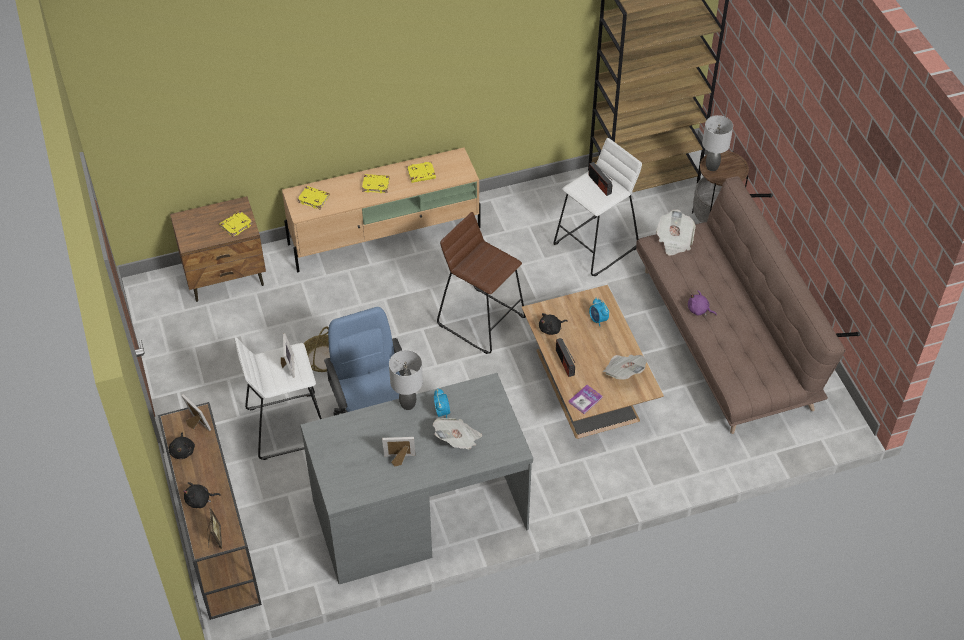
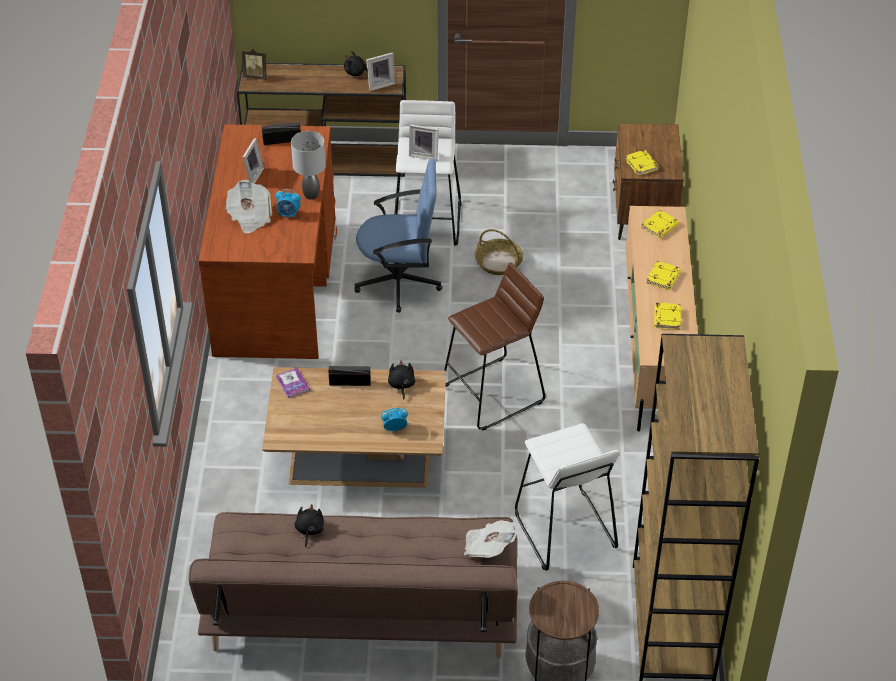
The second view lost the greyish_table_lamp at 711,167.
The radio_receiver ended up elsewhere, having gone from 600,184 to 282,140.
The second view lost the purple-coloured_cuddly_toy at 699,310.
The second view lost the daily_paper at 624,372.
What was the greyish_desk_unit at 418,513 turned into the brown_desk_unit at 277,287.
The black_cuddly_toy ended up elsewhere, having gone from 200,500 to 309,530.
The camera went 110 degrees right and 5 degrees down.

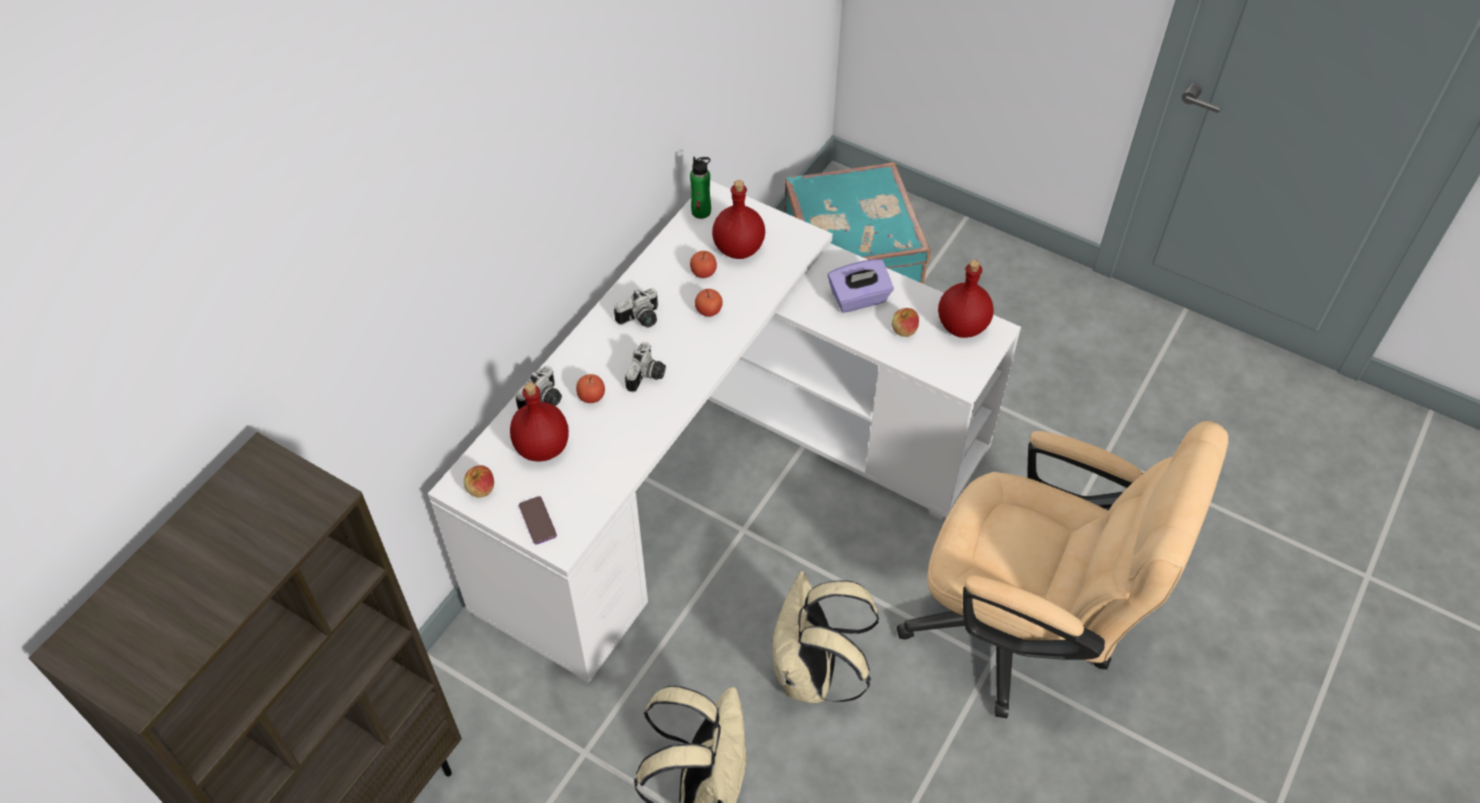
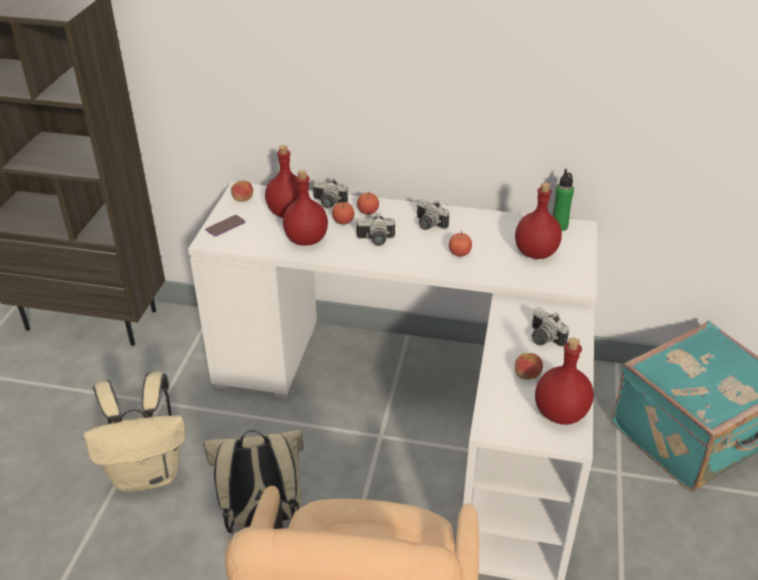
The apple_fruit ended up elsewhere, having gone from 703,272 to 368,212.
Where the purple-coloured_box_of_tissues stood at 859,298, the still_camera came to stand at 543,339.
The second view gained the reddish_beverage_bottle at 306,239.
The camera went 70 degrees right and 15 degrees down.

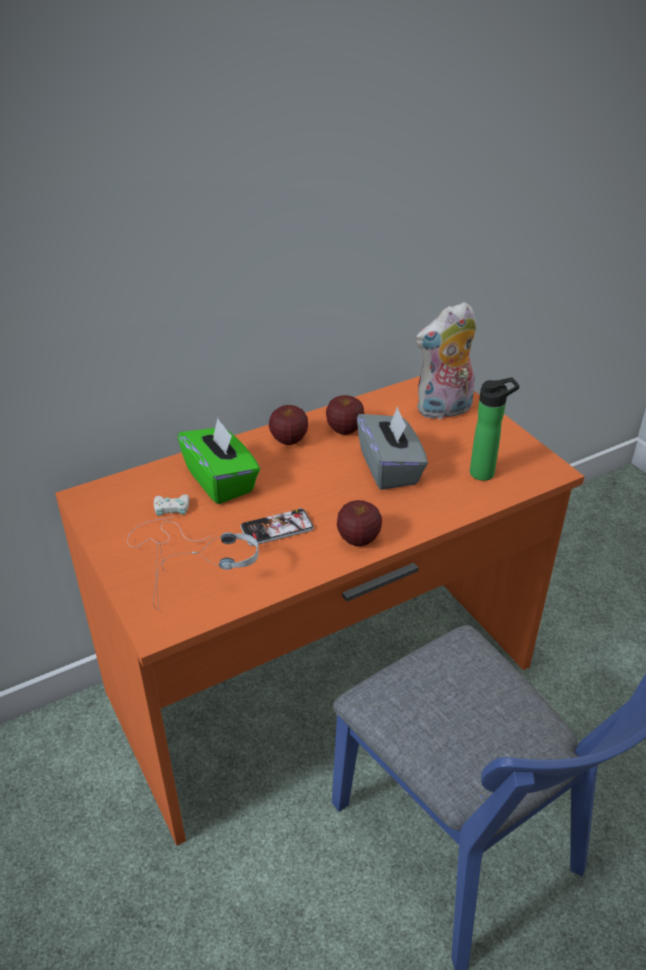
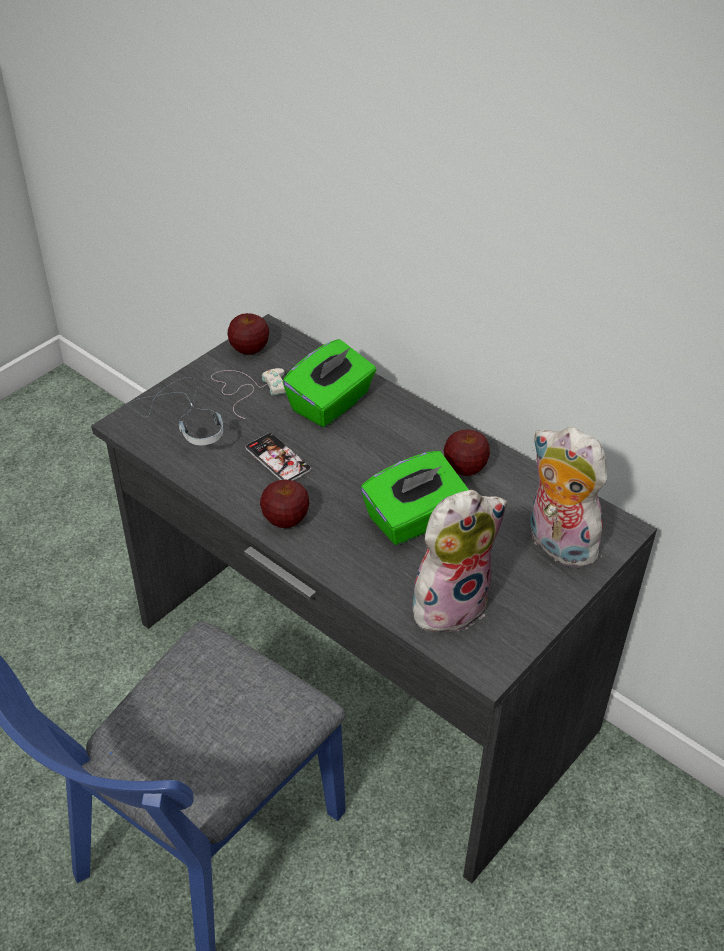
What was the orange-coloured_desk_unit at 322,682 turned into the greyish_desk_unit at 359,678.
Where the beverage_bottle stood at 485,472, the cuddly_toy came to stand at 449,603.
The apple_fruit ended up elsewhere, having gone from 289,440 to 249,349.
What was the greyish_box_of_tissues at 390,468 turned into the green-coloured_box_of_tissues at 414,519.
The camera went 70 degrees right and 5 degrees up.

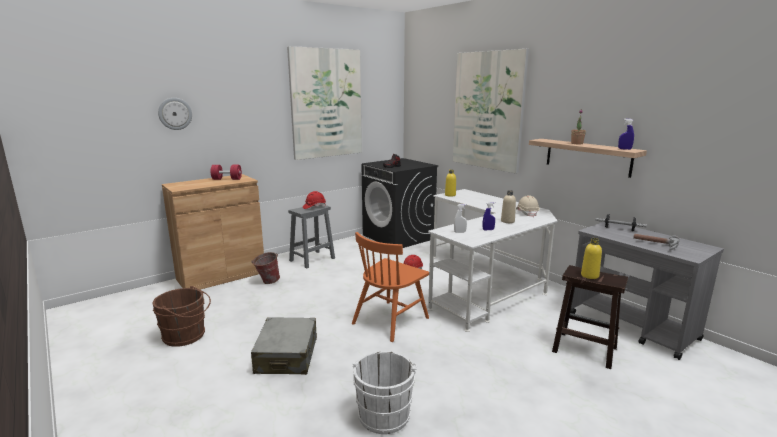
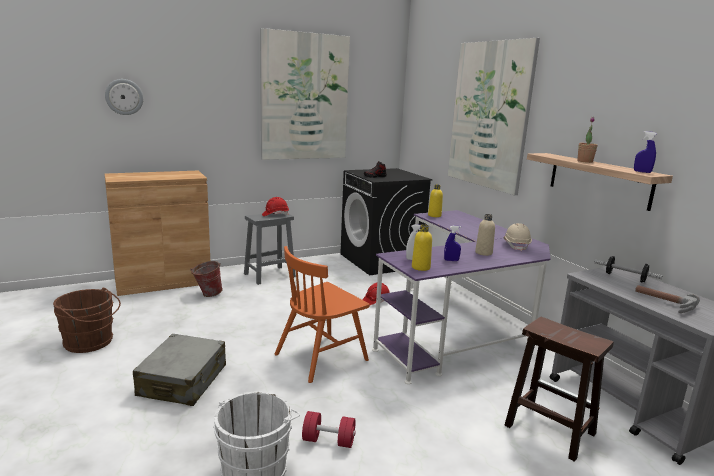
The reddish_hand_weight ended up elsewhere, having gone from 227,179 to 328,440.
What was the white-coloured_desk_unit at 485,283 turned into the purple-coloured_desk_unit at 459,327.
The yellow_beverage_bottle ended up elsewhere, having gone from 589,275 to 420,267.
The camera went 10 degrees right and 0 degrees up.

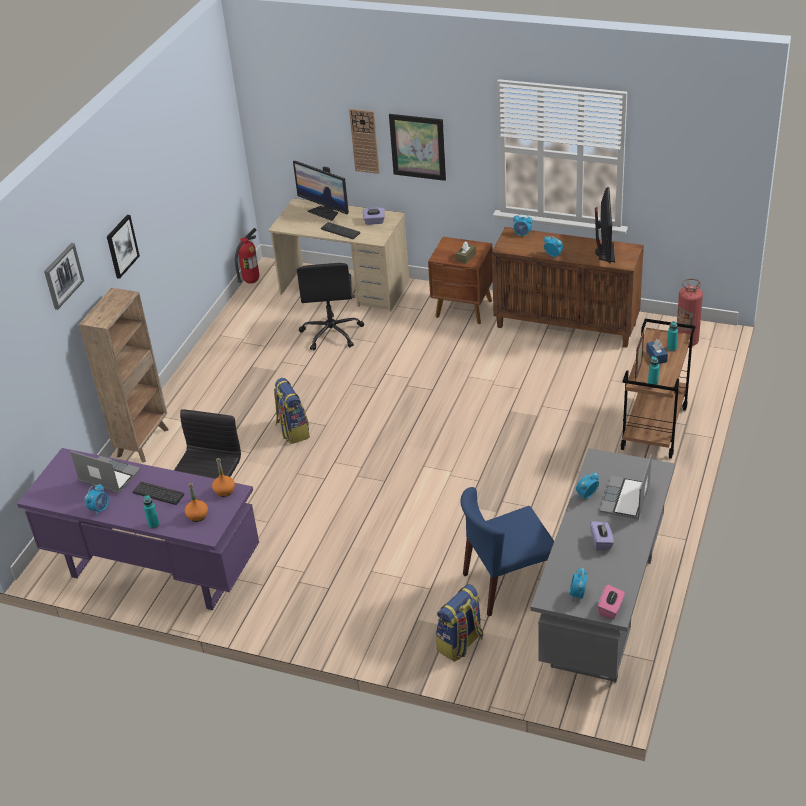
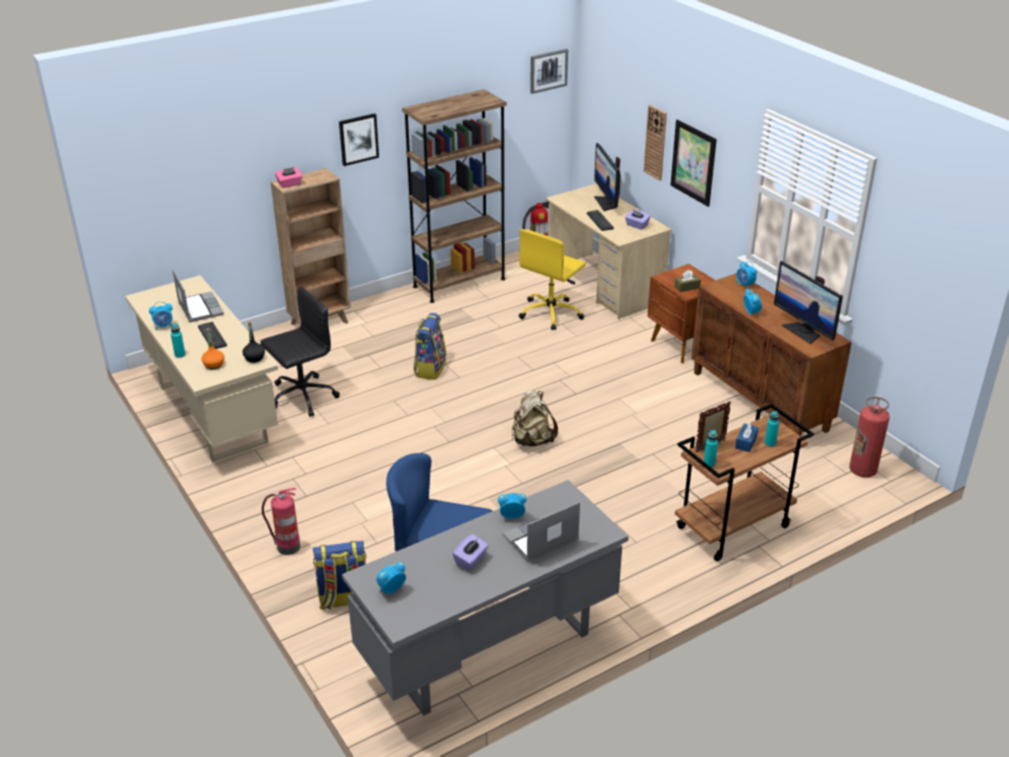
The computer_screen at 605,252 ended up facing another way, 105 degrees clockwise from before.
The wall_art ended up elsewhere, having gone from 63,275 to 548,70.
What was the black_office_chair at 332,333 turned into the yellow_office_chair at 551,313.
What was the purple-coloured_desk_unit at 154,572 turned into the beige-coloured_desk_unit at 211,414.
What was the orange-coloured_beverage_bottle at 224,491 turned into the black_beverage_bottle at 254,358.
The pink-coloured_box_of_tissues ended up elsewhere, having gone from 611,608 to 290,184.
The second view gained the brown_bookshelf at 459,283.
The second view gained the beige-coloured_knapsack at 532,440.
The second view gained the fire-fighting_cylinder at 287,547.
The camera went 35 degrees right and 5 degrees down.

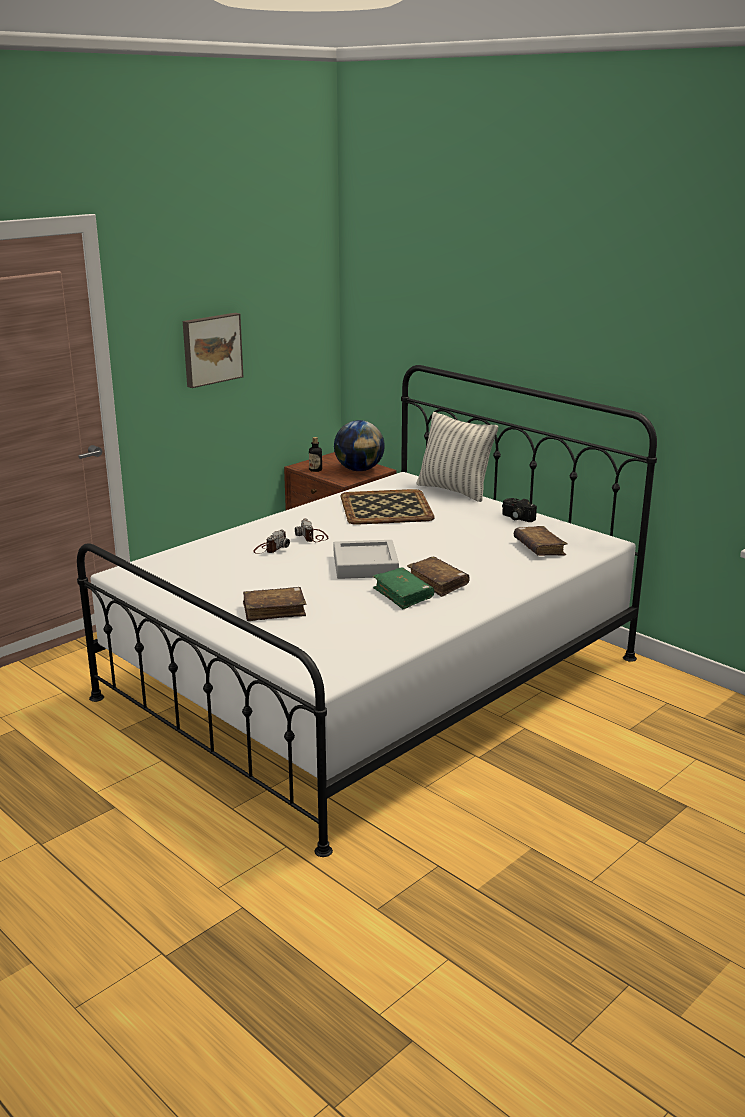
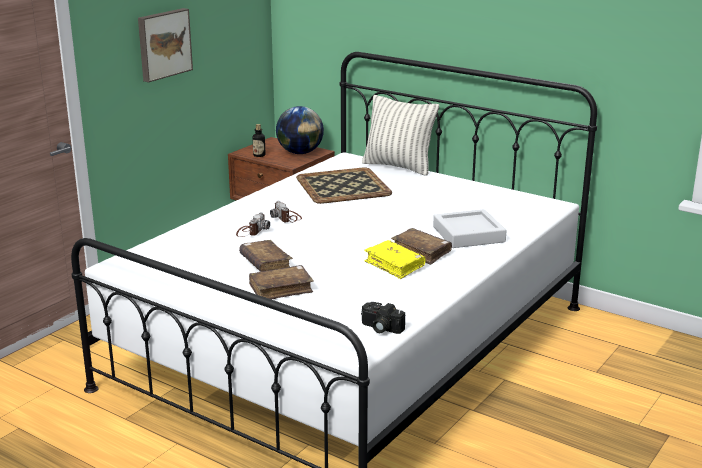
The still_camera ended up elsewhere, having gone from 516,518 to 380,328.
The brown_bound_book ended up elsewhere, having gone from 539,548 to 265,264.
The greyish_serving_tray ended up elsewhere, having gone from 365,565 to 468,234.
What was the green-coloured_bound_book at 403,595 turned into the yellow_bound_book at 394,265.
The camera went 10 degrees left and 0 degrees up.

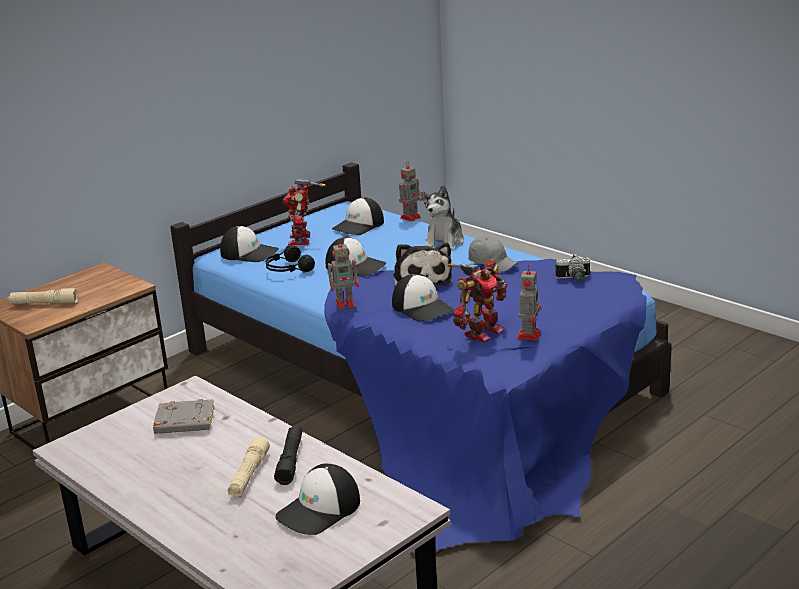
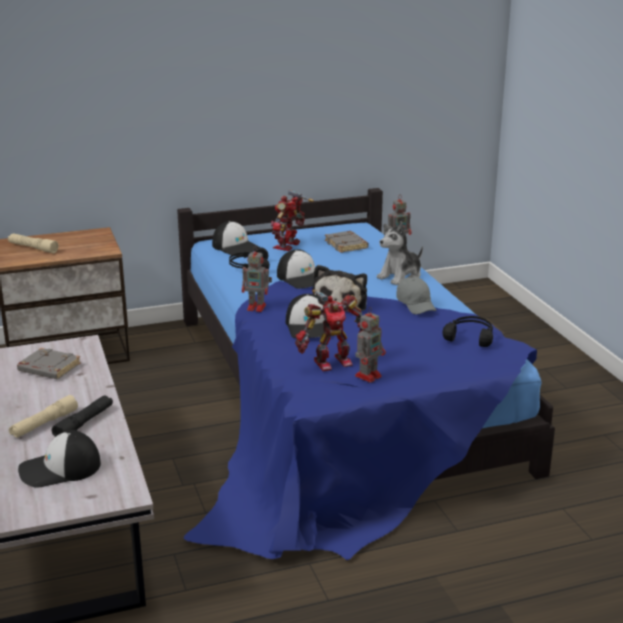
Where the baseball_cap stood at 359,226, the greyish_bound_book came to stand at 347,245.
Where the still_camera stood at 574,278, the black_headphones came to stand at 470,337.
The camera went 25 degrees right and 0 degrees up.

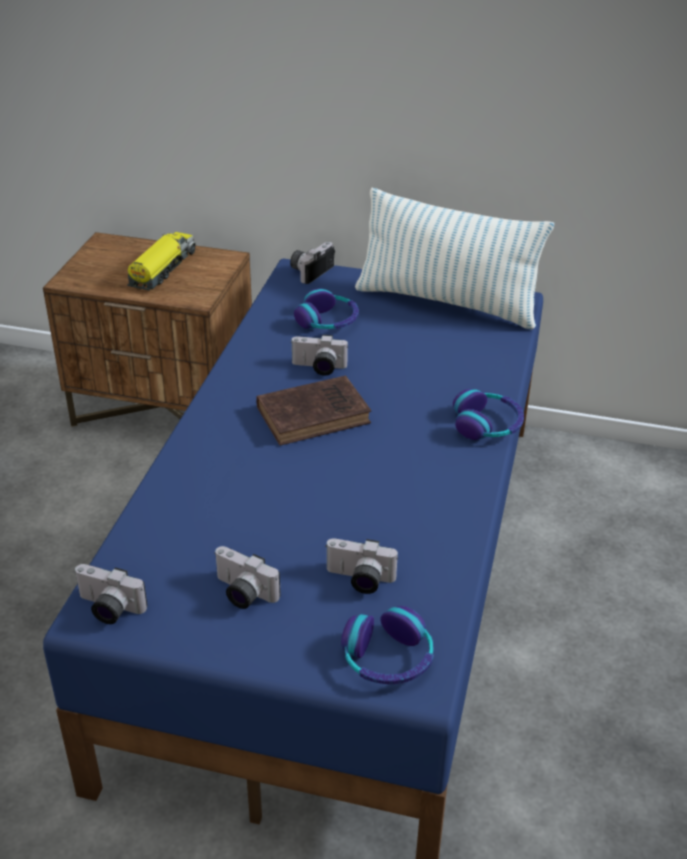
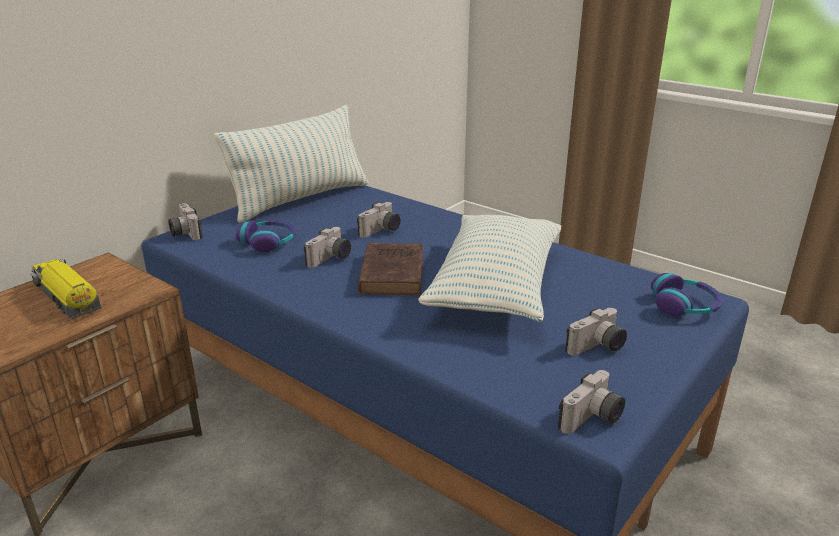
The second view lost the headphones at 487,424.
The still_camera ended up elsewhere, having gone from 359,580 to 381,231.
The second view gained the pillow at 495,287.
The camera went 65 degrees left and 10 degrees down.

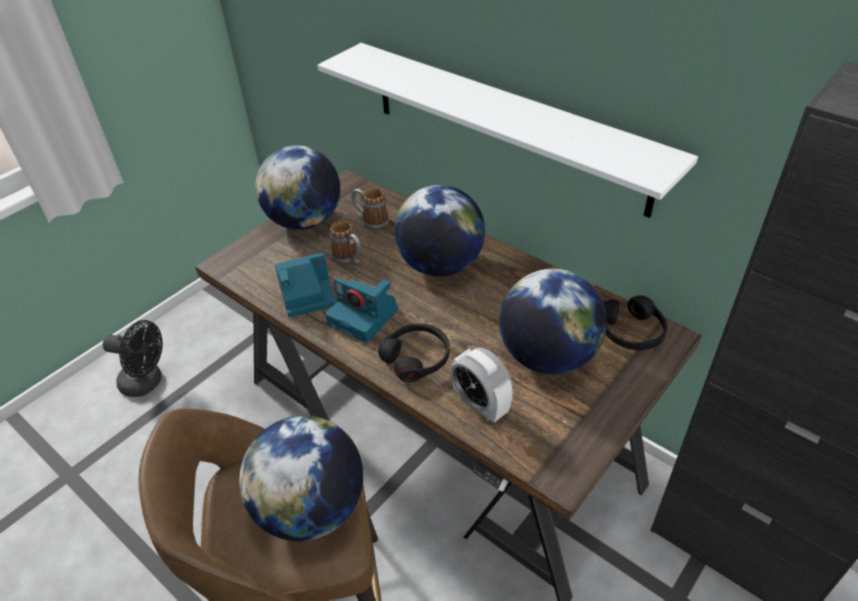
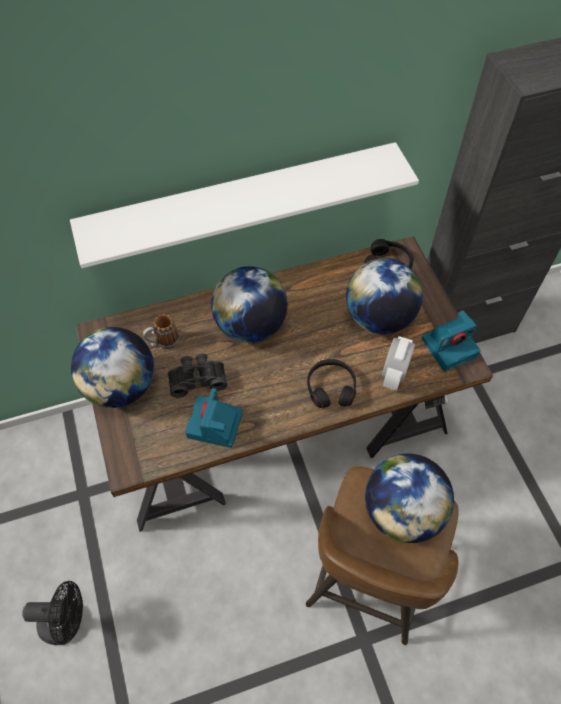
Where the coffee_mug stood at 349,260, the black_field_glasses came to stand at 197,378.
The still_camera ended up elsewhere, having gone from 365,317 to 449,346.
The black_fan at 147,382 ended up facing another way, 45 degrees clockwise from before.
The table_clock at 480,405 ended up facing another way, 60 degrees counterclockwise from before.
The camera went 60 degrees left and 15 degrees up.

